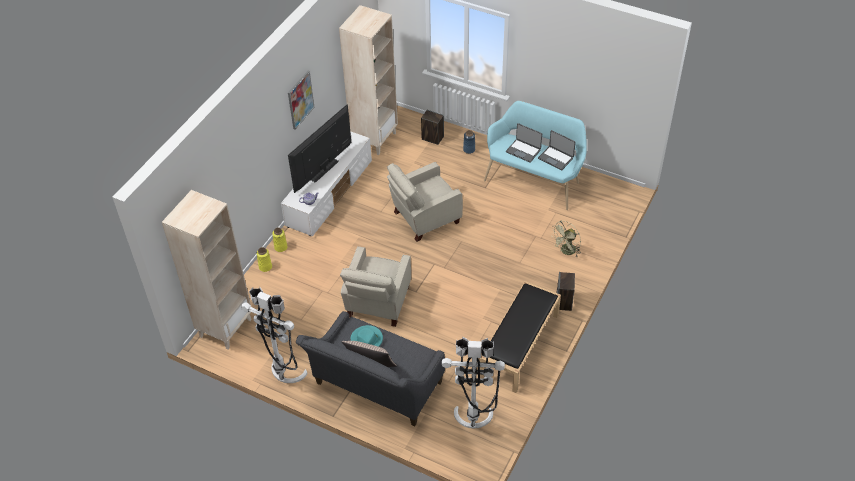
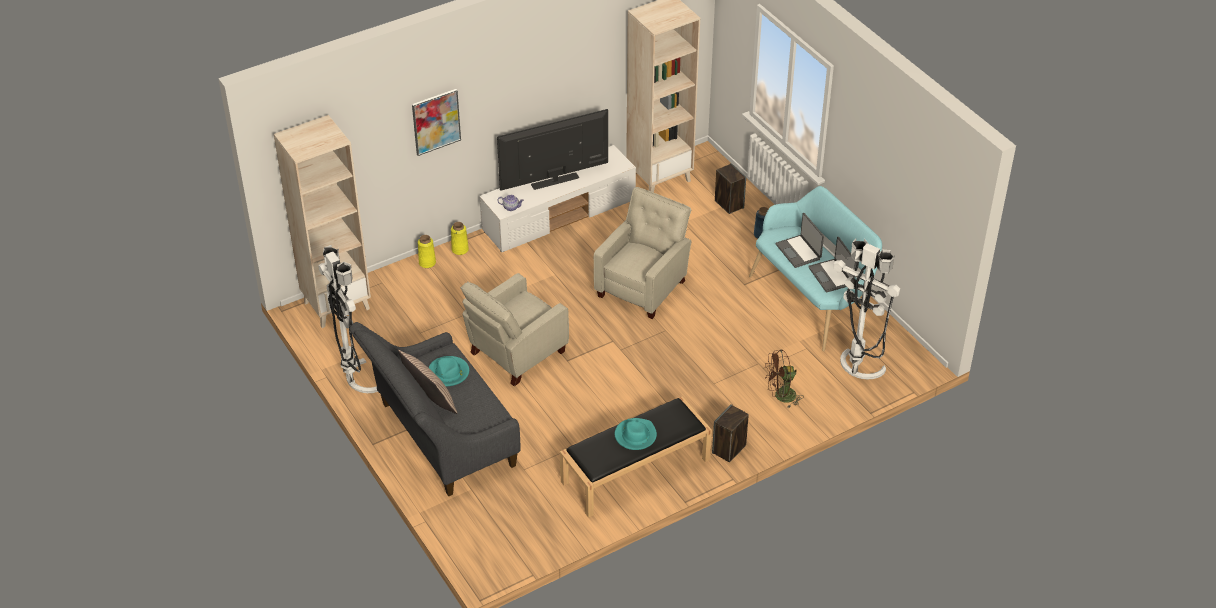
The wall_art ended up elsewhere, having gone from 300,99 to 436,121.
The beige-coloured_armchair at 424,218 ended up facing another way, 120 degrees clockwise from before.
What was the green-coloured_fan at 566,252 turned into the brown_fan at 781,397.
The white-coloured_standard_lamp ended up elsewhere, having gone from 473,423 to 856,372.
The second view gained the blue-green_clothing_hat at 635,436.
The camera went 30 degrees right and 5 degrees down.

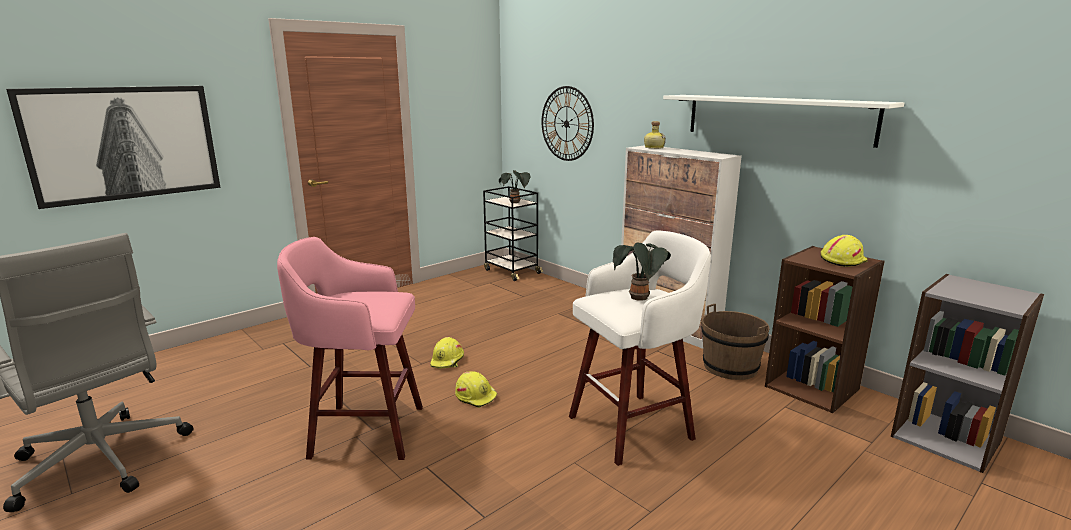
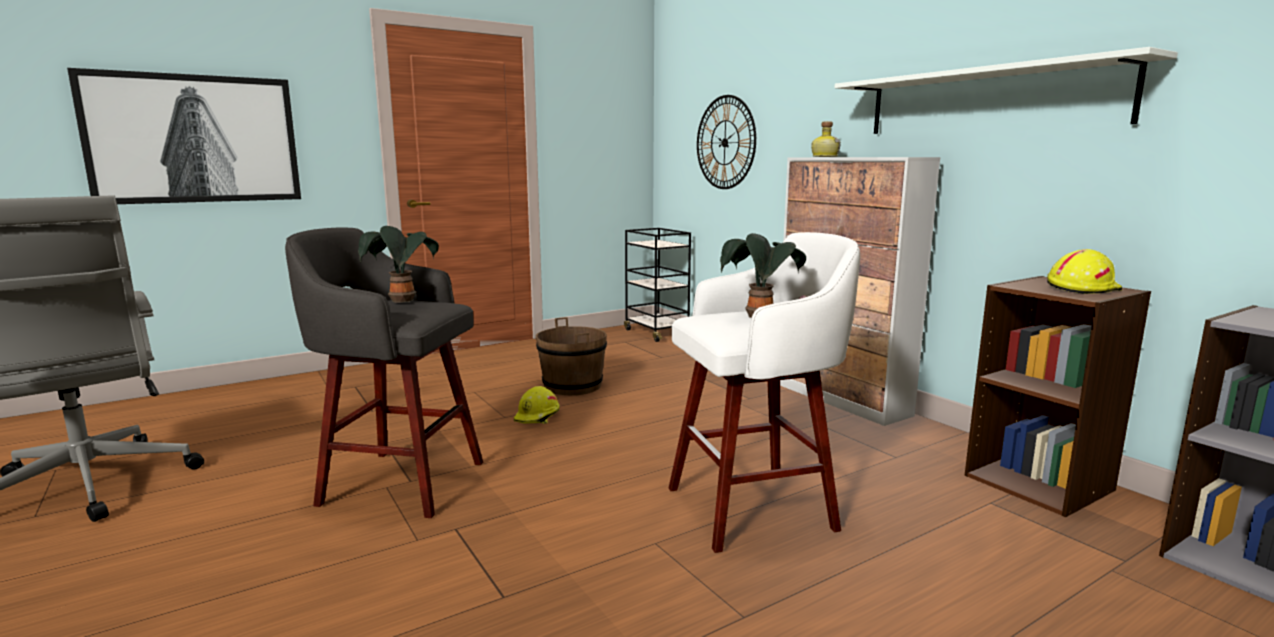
The potted_plant ended up elsewhere, having gone from 515,202 to 403,302.
What was the pink-coloured_stool at 363,431 turned into the greyish_stool at 398,482.
The brown_pail ended up elsewhere, having gone from 730,367 to 572,386.
The second view lost the yellow_safety_helmet at 476,396.
The camera went 10 degrees right and 5 degrees down.

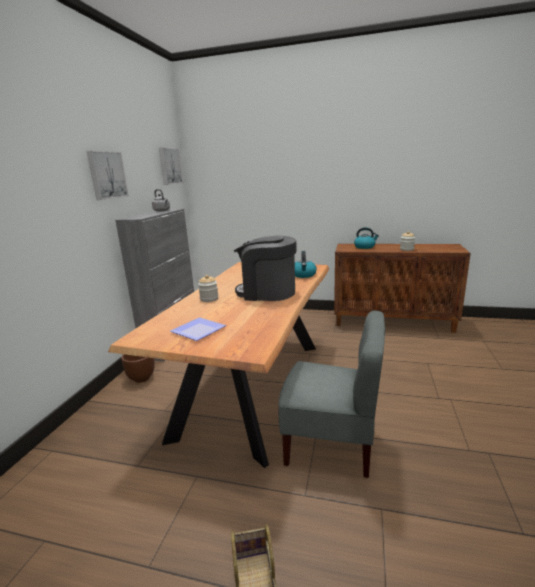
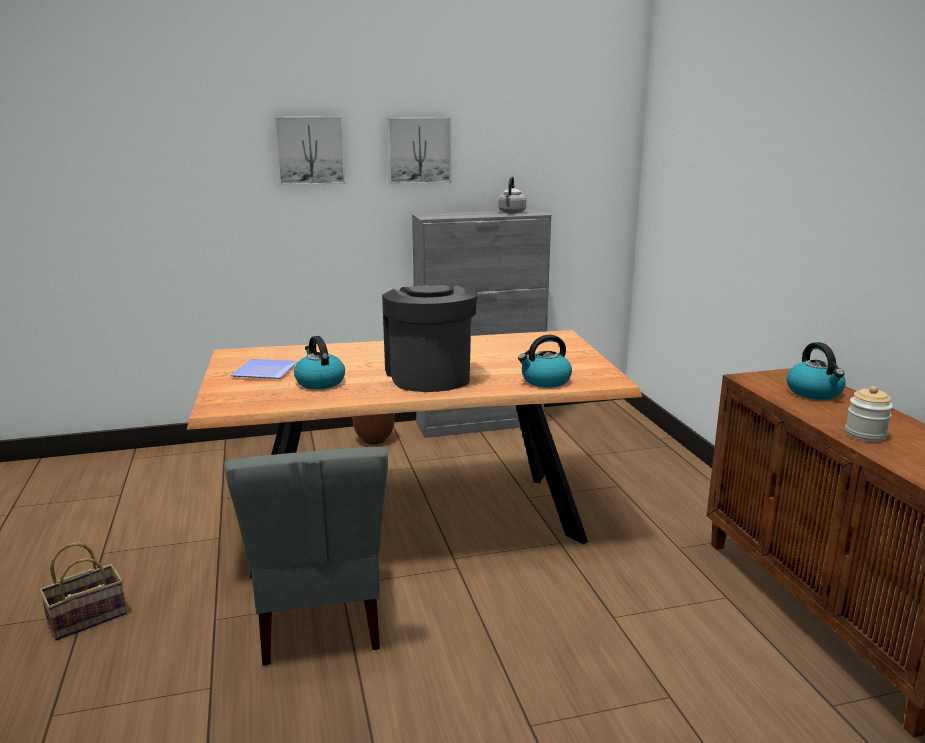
The wall_art ended up elsewhere, having gone from 169,166 to 310,150.
The second view lost the storage_jar at 209,299.
The second view gained the water_kettle at 319,382.
The camera went 60 degrees right and 0 degrees up.

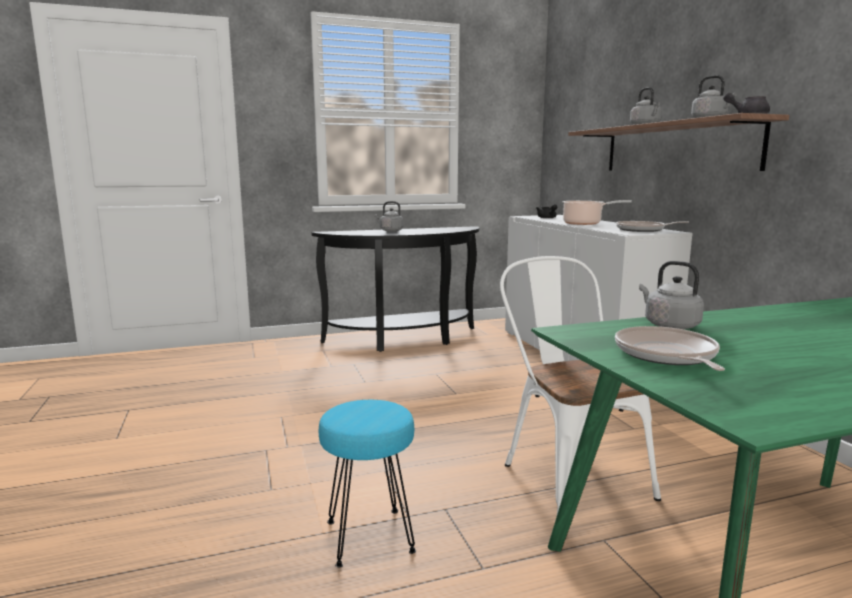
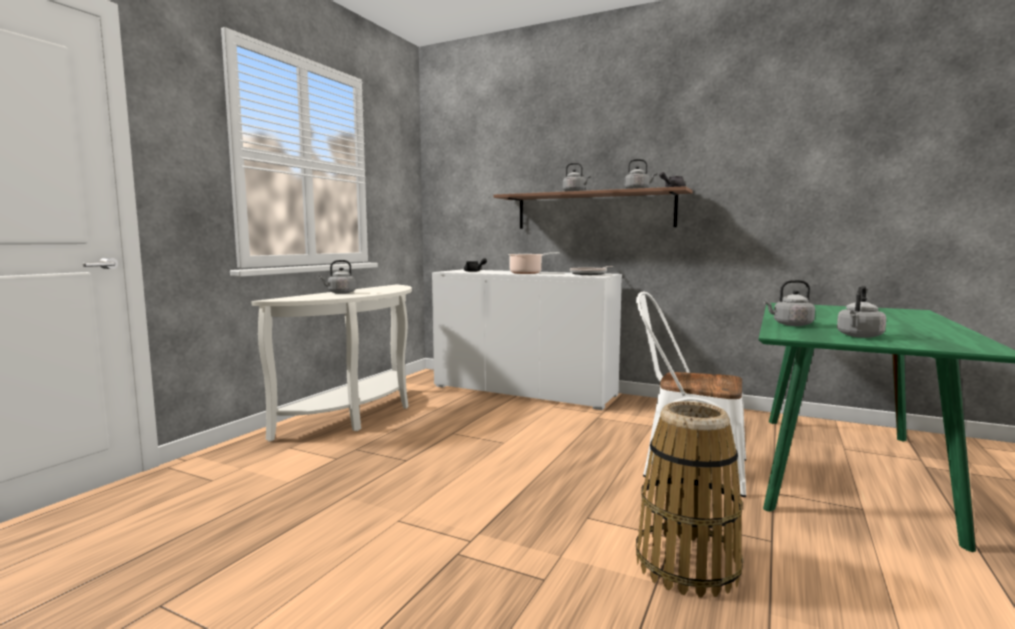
What was the black_narrow_table at 405,340 turned into the white-coloured_narrow_table at 360,415.
Where the skillet stood at 666,355, the greyish_water_kettle came to stand at 859,336.
Where the blue-green_stool stood at 369,538, the basket came to stand at 687,565.
The camera went 45 degrees left and 5 degrees down.

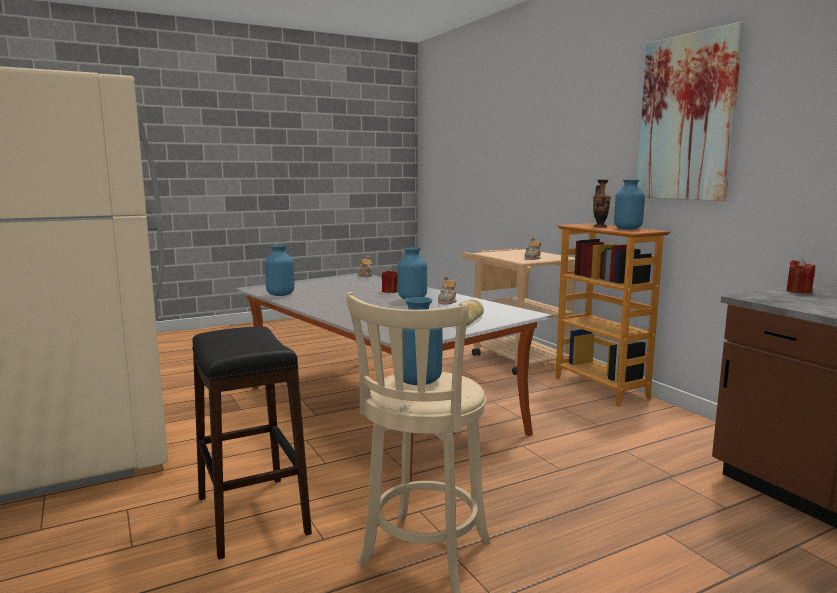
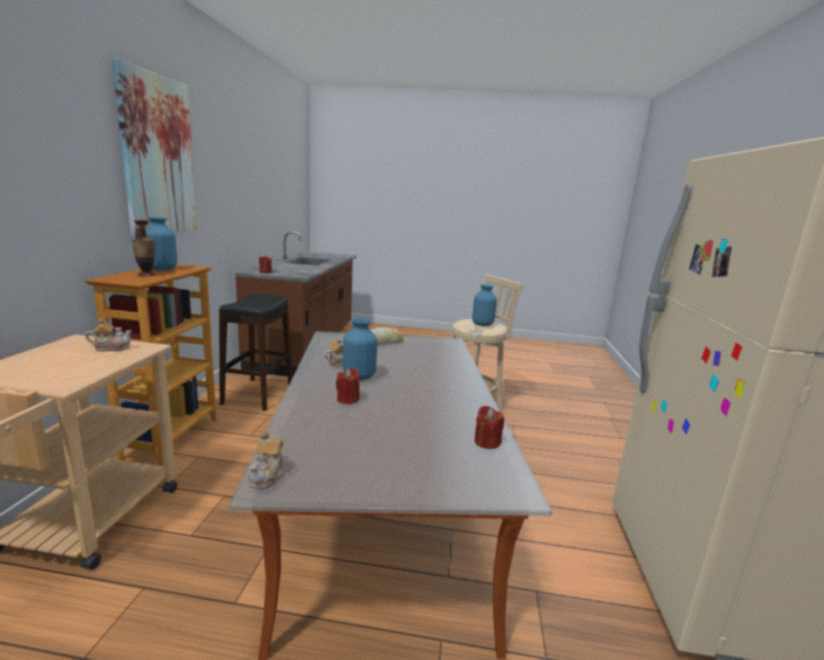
Where the blue_flower_vase stood at 281,294, the reddish_candle came to stand at 487,442.
The black_stool ended up elsewhere, having gone from 251,514 to 258,394.
The camera went 145 degrees left and 5 degrees up.

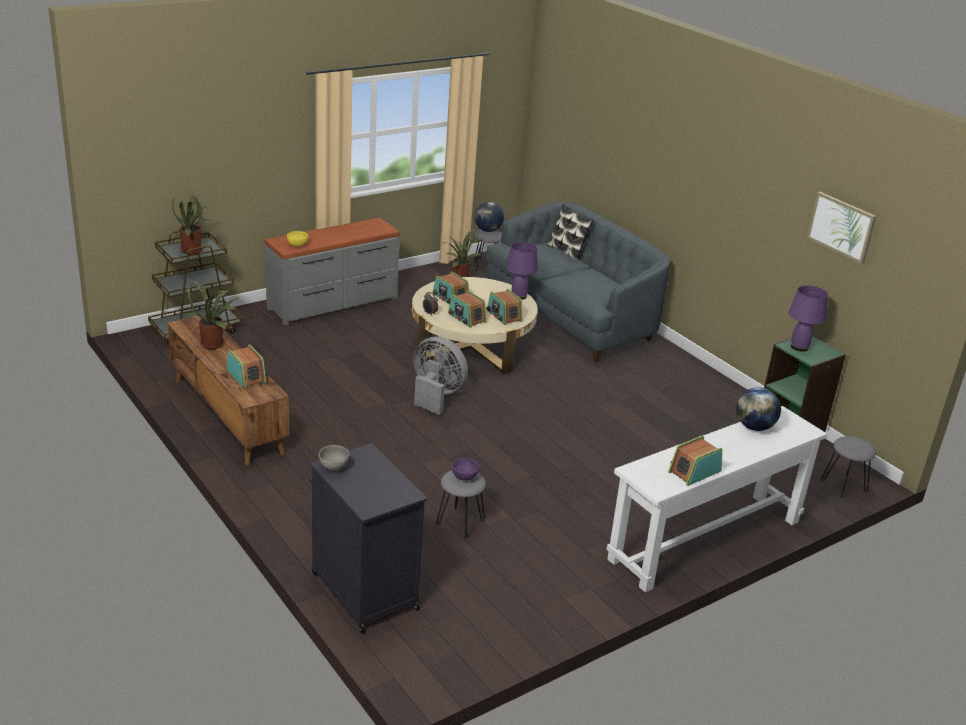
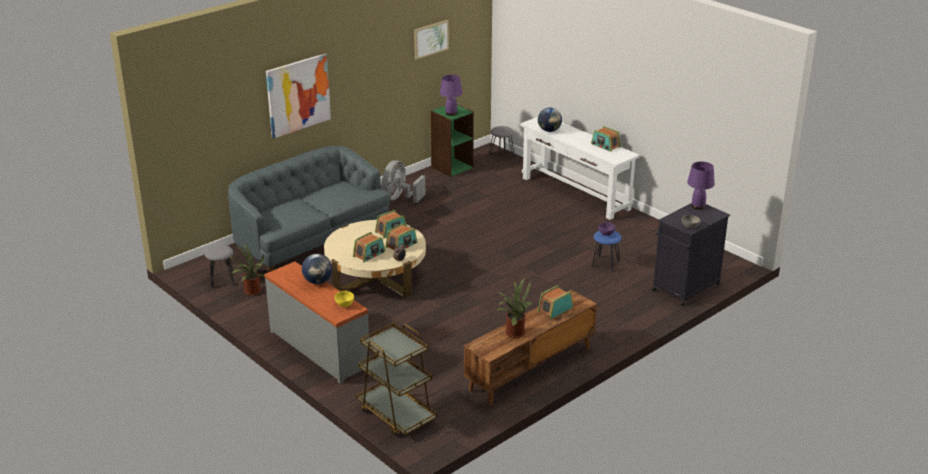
The second view lost the potted_plant at 194,250.
The desk_globe ended up elsewhere, having gone from 488,230 to 318,281.
The second view lost the pillow at 567,252.
The purple-coloured_table_lamp ended up elsewhere, having gone from 519,296 to 698,206.
The greyish_fan ended up elsewhere, having gone from 436,395 to 399,198.
What was the greyish_stool at 460,524 turned into the blue_stool at 605,264.
The second view gained the wall_art at 298,95.
The camera went 95 degrees left and 0 degrees up.

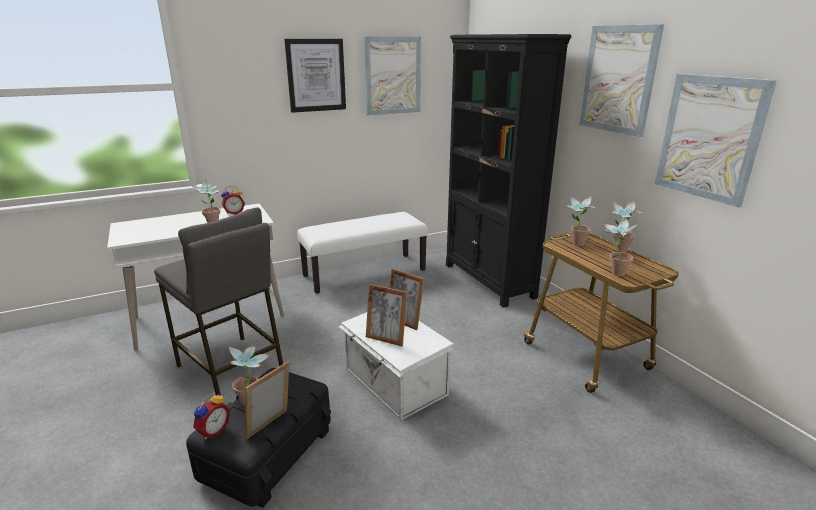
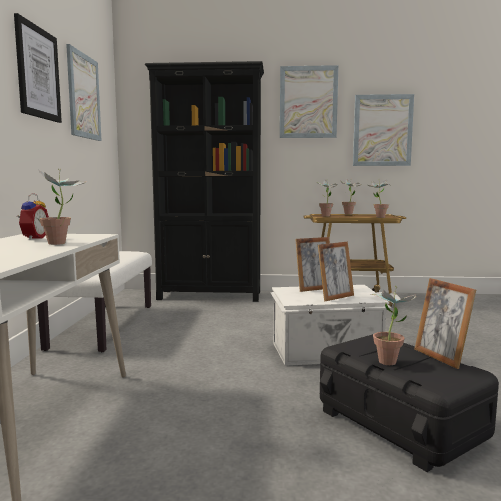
The second view lost the greyish_stool at 231,369.
The second view lost the table_clock at 212,431.
The camera went 60 degrees left and 15 degrees down.

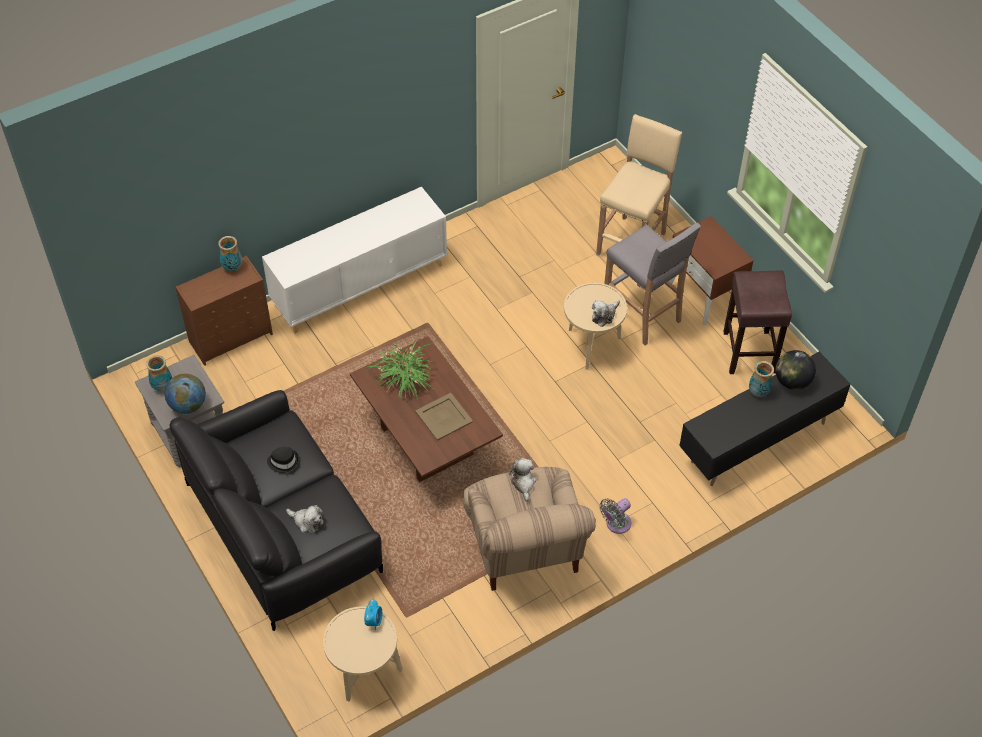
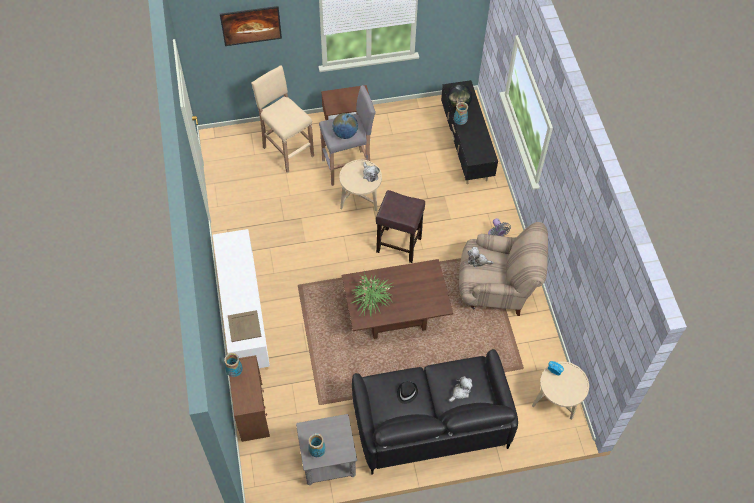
The brown_stool ended up elsewhere, having gone from 748,351 to 398,245.
The desk_globe ended up elsewhere, having gone from 188,405 to 345,134.
The beige-coloured_serving_tray ended up elsewhere, having gone from 443,416 to 244,326.
The second view gained the wall_art at 252,33.
The camera went 70 degrees left and 5 degrees up.

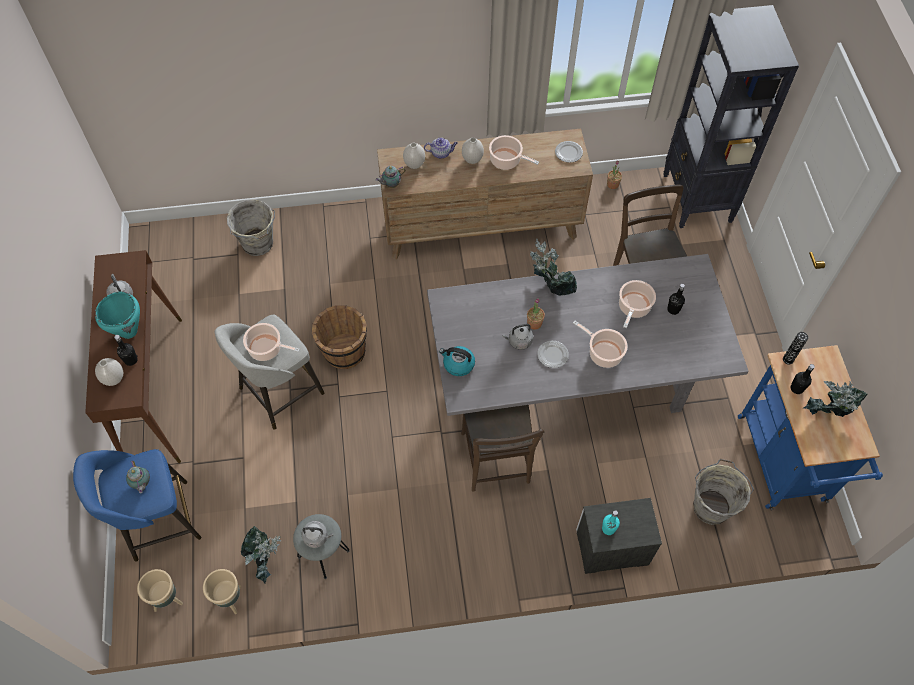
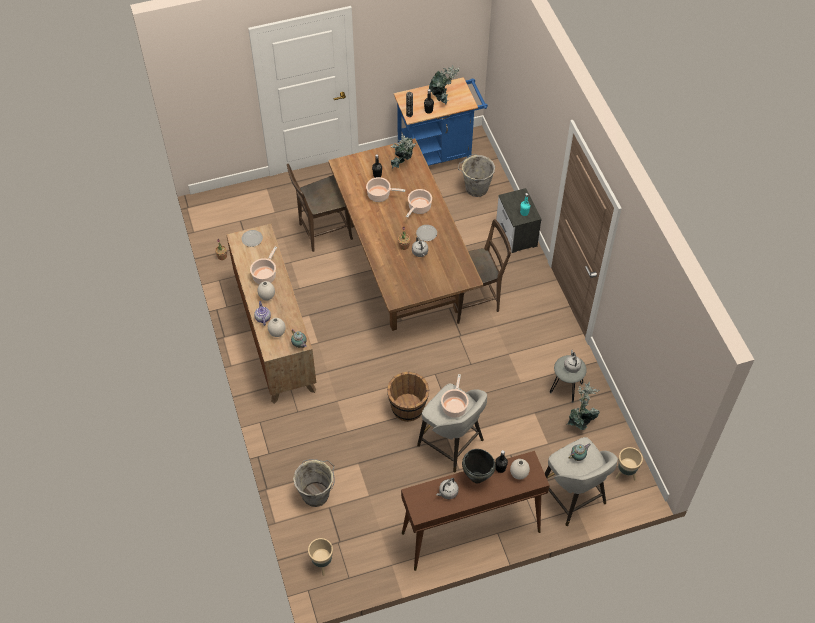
The second view lost the black_bookshelf at 697,199.
The potted_plant ended up elsewhere, having gone from 549,287 to 403,164.
What was the greyish_kitchen_table at 573,380 turned into the brown_kitchen_table at 402,265.
What was the blue-green_stockpot at 129,331 turned into the black_stockpot at 477,477.
The second view lost the water_kettle at 458,364.
What was the blue_stool at 158,521 turned into the greyish_stool at 573,497.
The beige-coloured_planter ended up elsewhere, having gone from 230,599 to 322,564.
The camera went 100 degrees left and 5 degrees down.

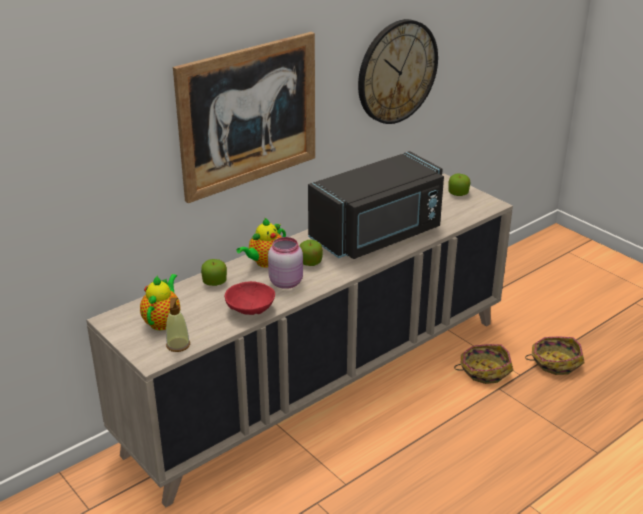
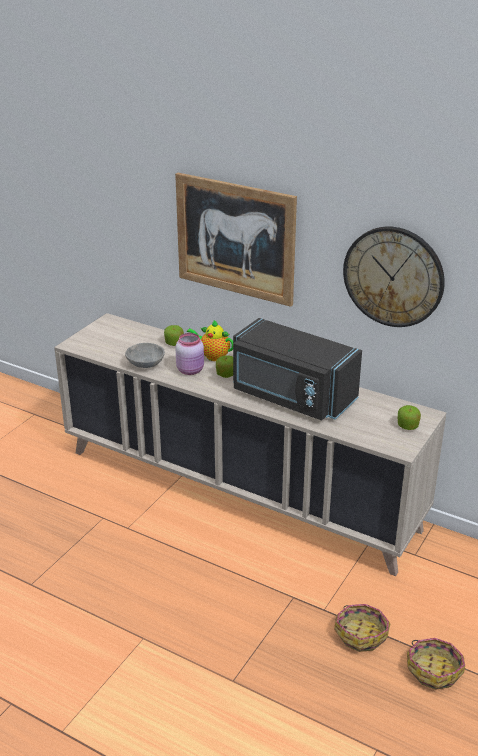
The second view lost the teapot at 163,321.
What was the reddish_serving_bowl at 250,310 turned into the greyish_serving_bowl at 145,364.
The second view lost the soap_bottle at 178,345.
The basket ended up elsewhere, having gone from 484,370 to 434,669.
The camera went 70 degrees right and 0 degrees up.

